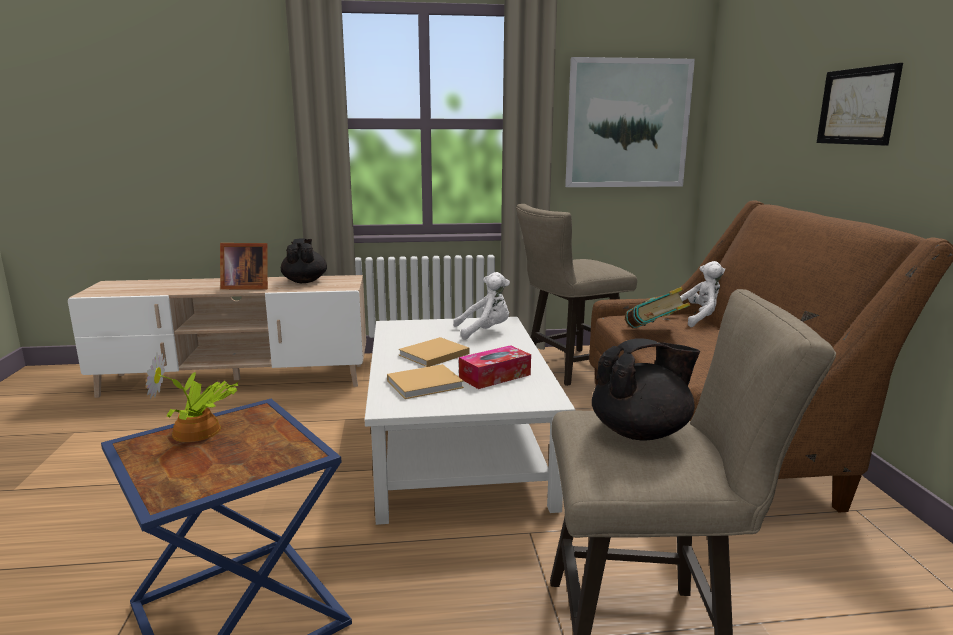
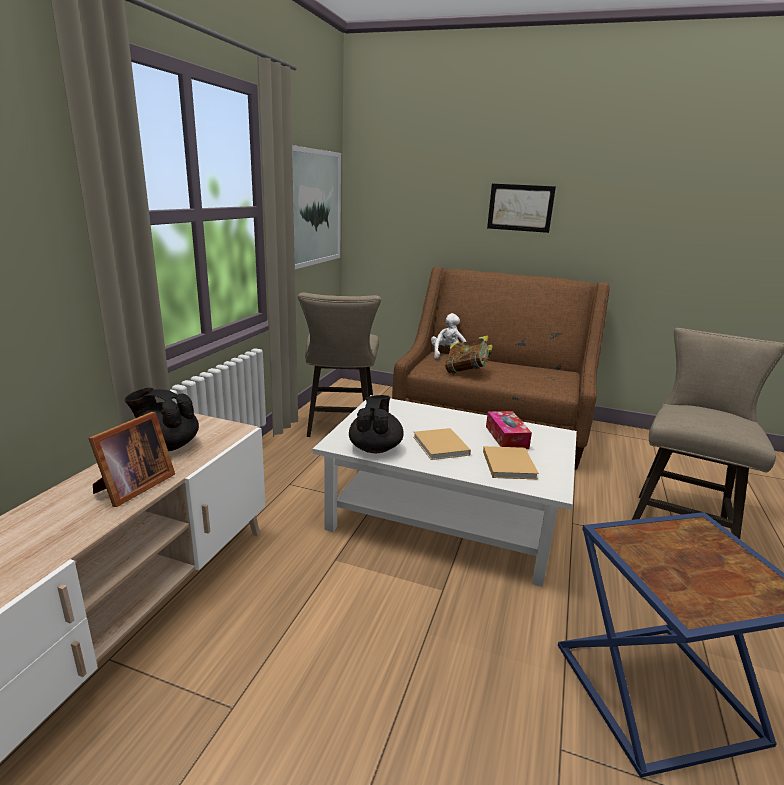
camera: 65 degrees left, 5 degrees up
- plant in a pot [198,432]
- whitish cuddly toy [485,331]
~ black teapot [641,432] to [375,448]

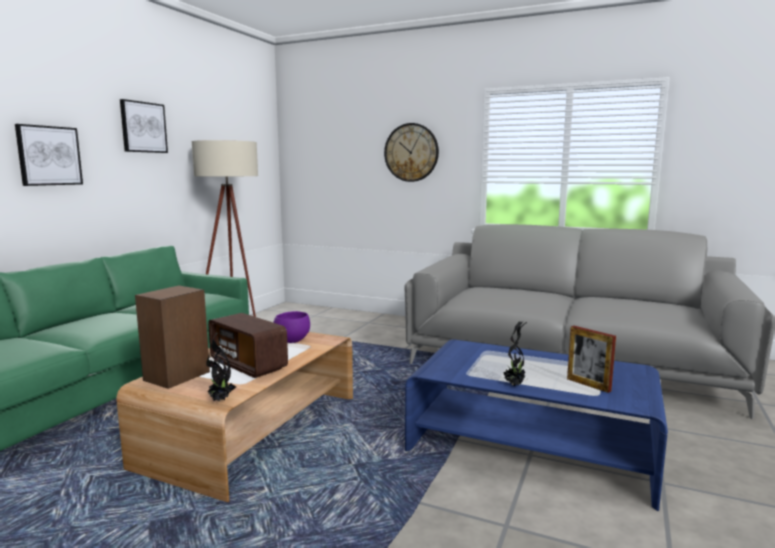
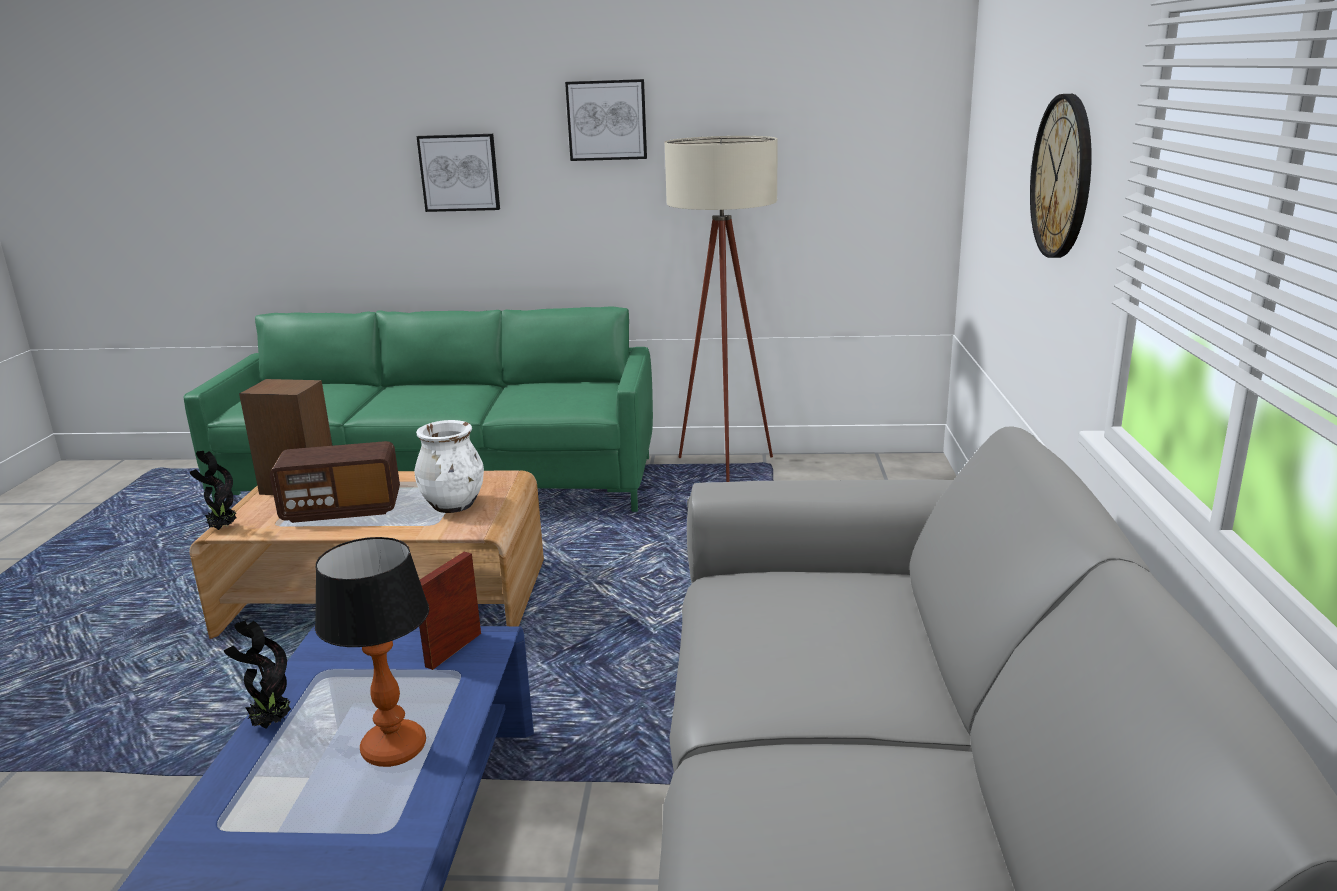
camera: 70 degrees right, 10 degrees up
+ tabletop lamp [393,750]
~ picture frame [588,385] to [453,650]
~ purple-coloured serving bowl [291,340] to whitish vase [453,506]
~ radio receiver [248,365] = [342,509] 120 degrees counterclockwise

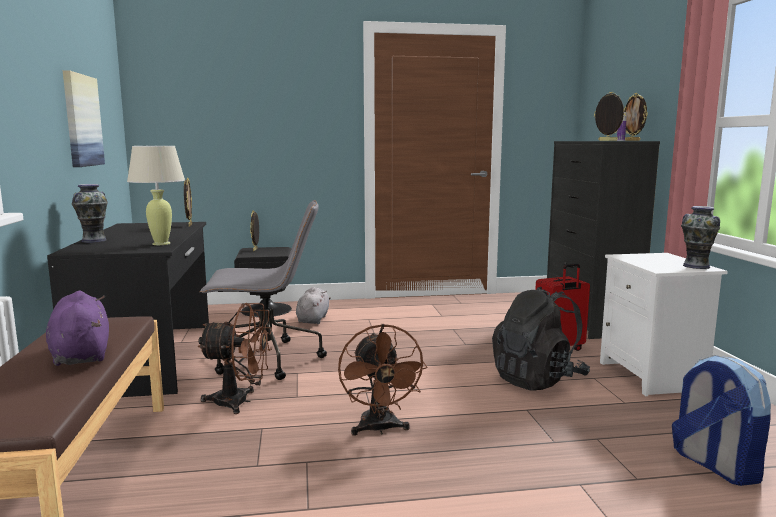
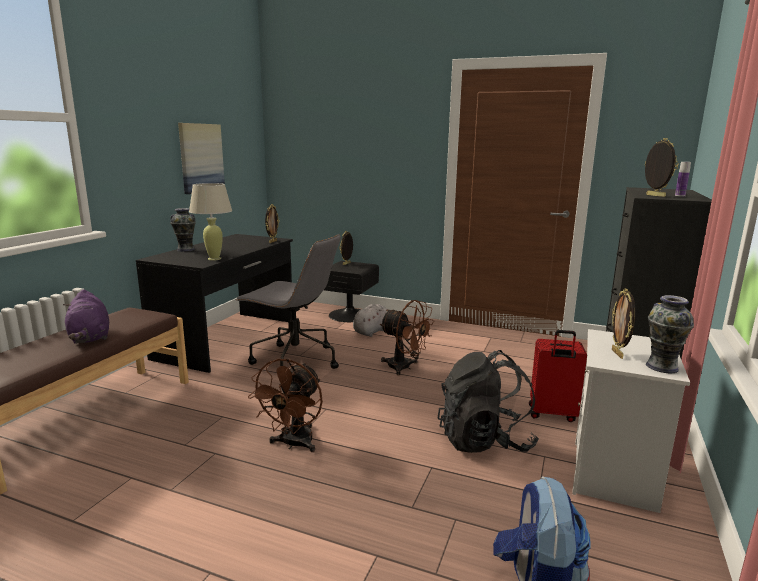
camera: 30 degrees right, 5 degrees up
~ brown-coloured cooling fan [240,402] to [404,367]
~ picture frame [633,140] to [618,354]
~ purple-coloured cuddly toy [81,354] = [90,338] 150 degrees clockwise

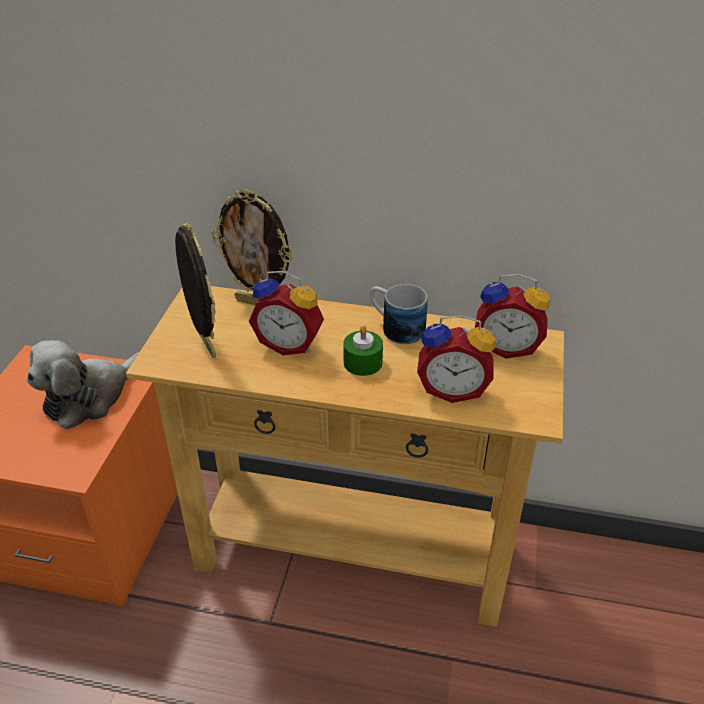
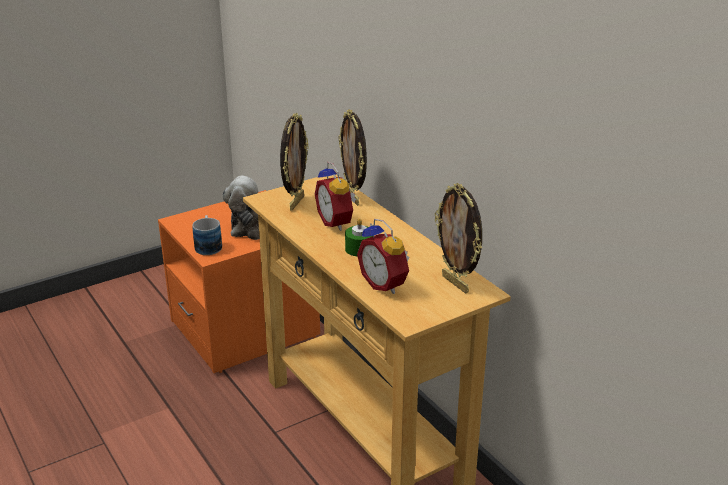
camera: 45 degrees right, 10 degrees down
~ coffee mug [395,328] to [208,245]
~ bedside clock [507,346] to picture frame [456,283]

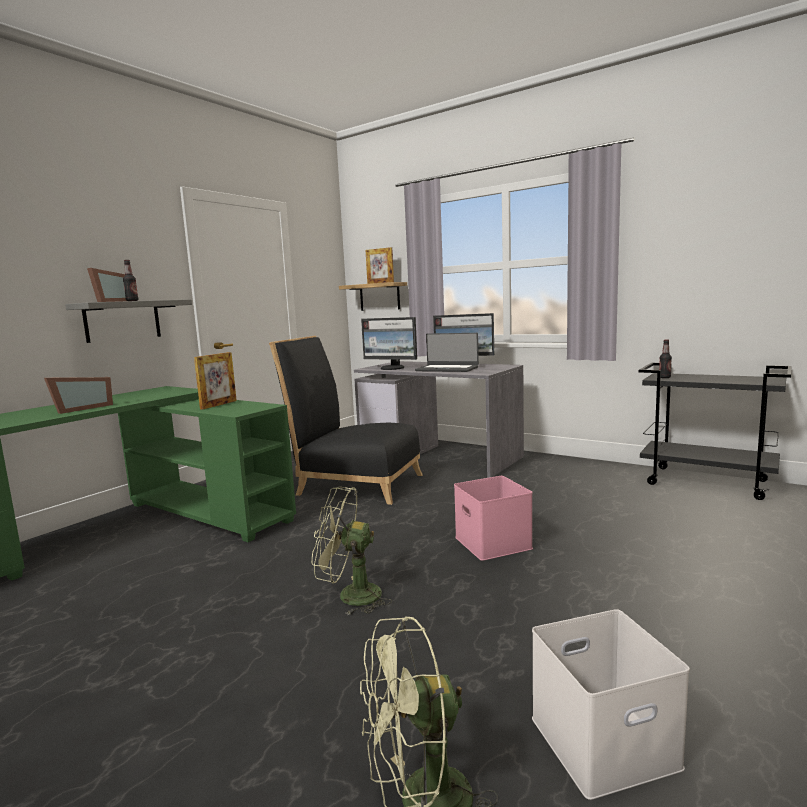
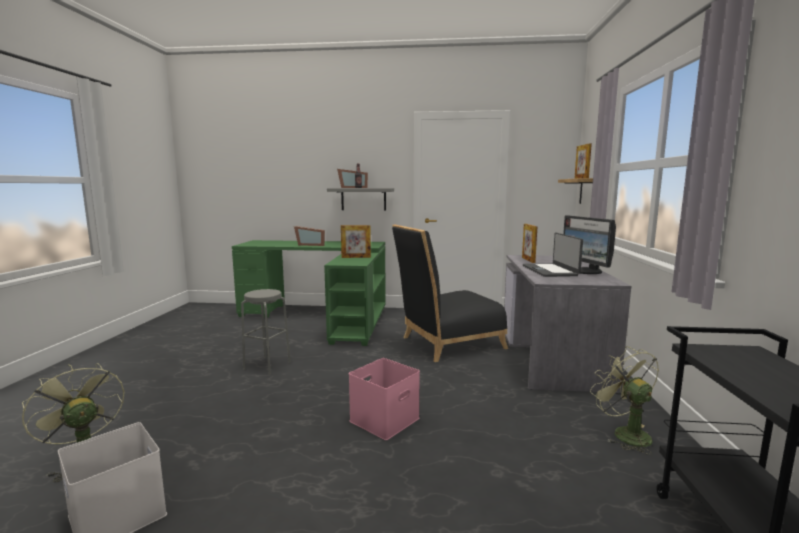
camera: 60 degrees right, 0 degrees up
- drink bottle [664,377]
+ greyish sitting stool [267,365]
~ green cooling fan [350,596] to [624,433]
~ monitor [392,368] to picture frame [528,260]
~ black chair [353,484] = [447,344] 105 degrees counterclockwise

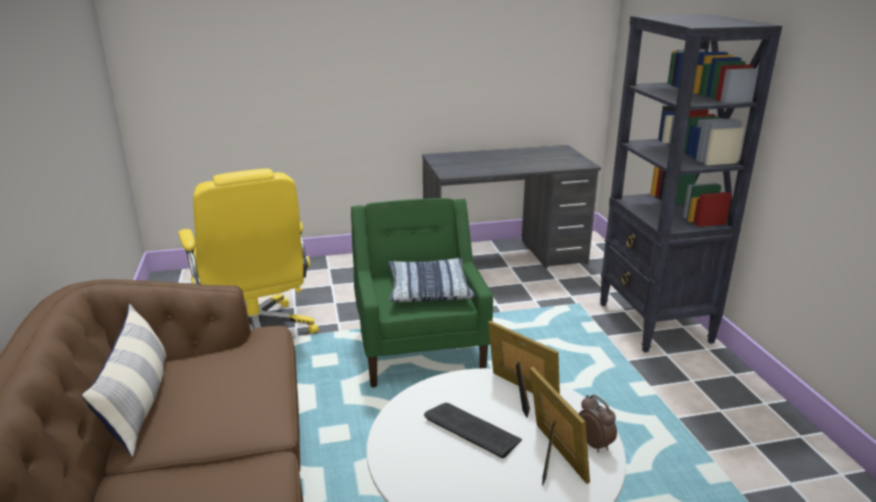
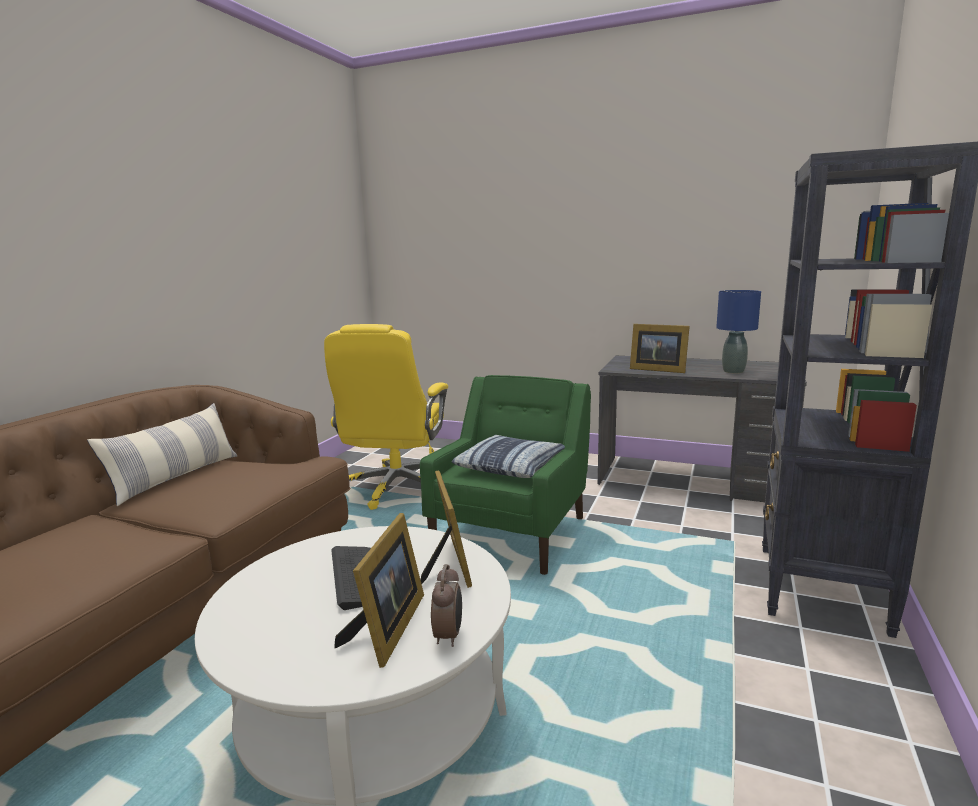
camera: 35 degrees right, 10 degrees down
+ picture frame [656,369]
+ bluish tabletop lamp [733,371]

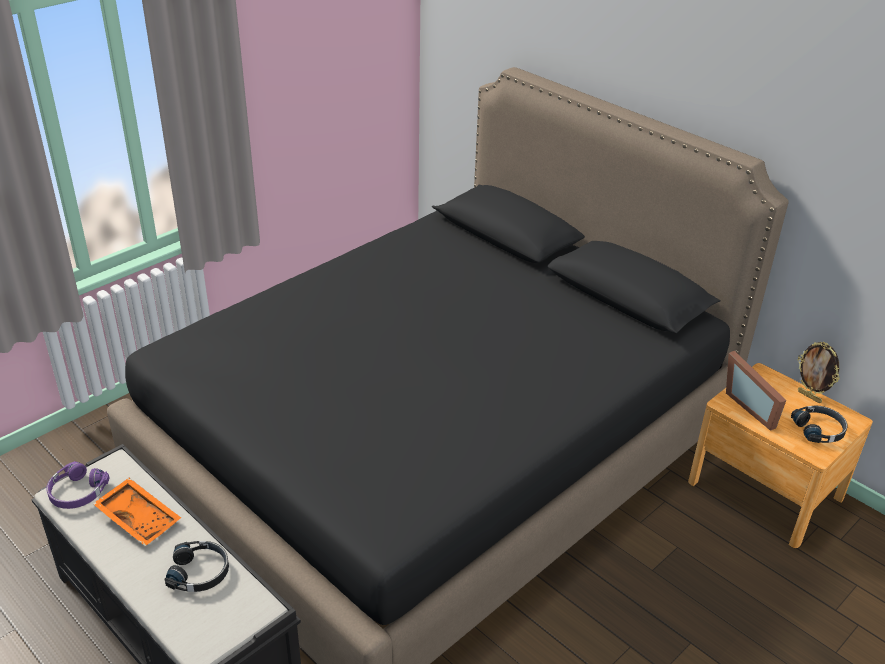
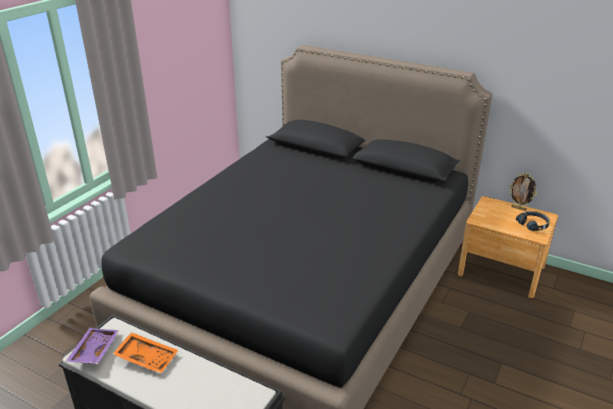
camera: 15 degrees left, 5 degrees down
- black pair of headphones [200,572]
- picture frame [753,406]
~ purple-coloured pair of headphones [76,492] to purple-coloured tray [93,351]

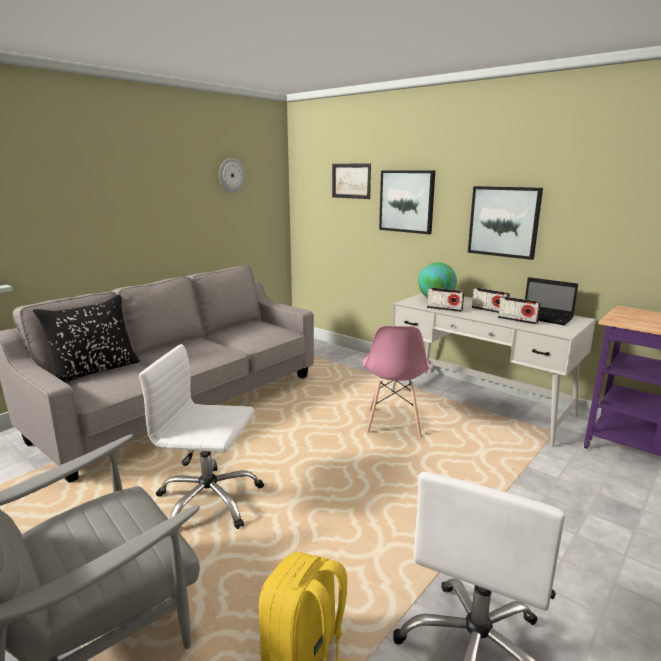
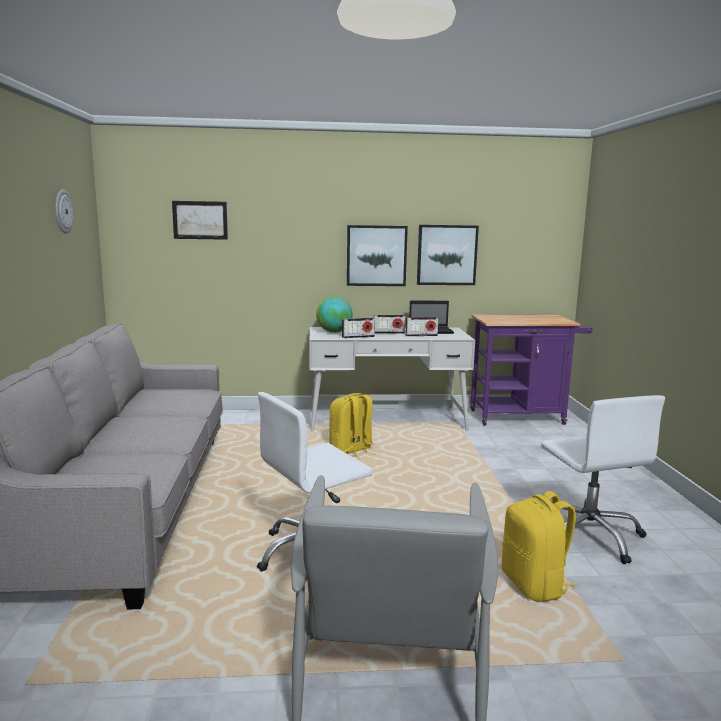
camera: 45 degrees left, 5 degrees down
- black cushion [95,370]
~ picture [407,201] to [446,255]
~ pink chair [393,423] to yellowish backpack [351,451]

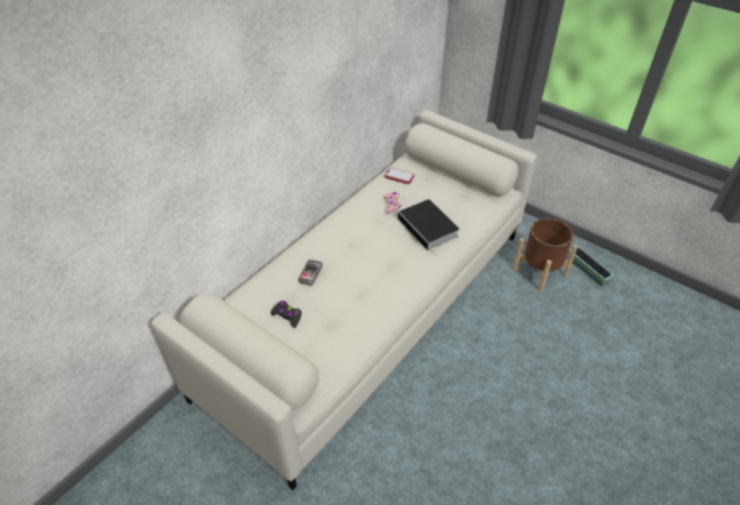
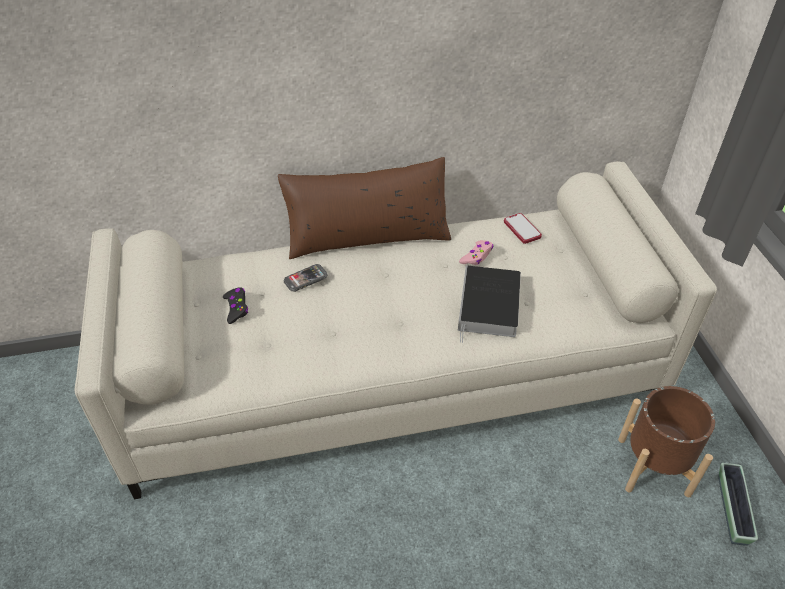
camera: 40 degrees right, 0 degrees up
+ brown-coloured cushion [367,236]

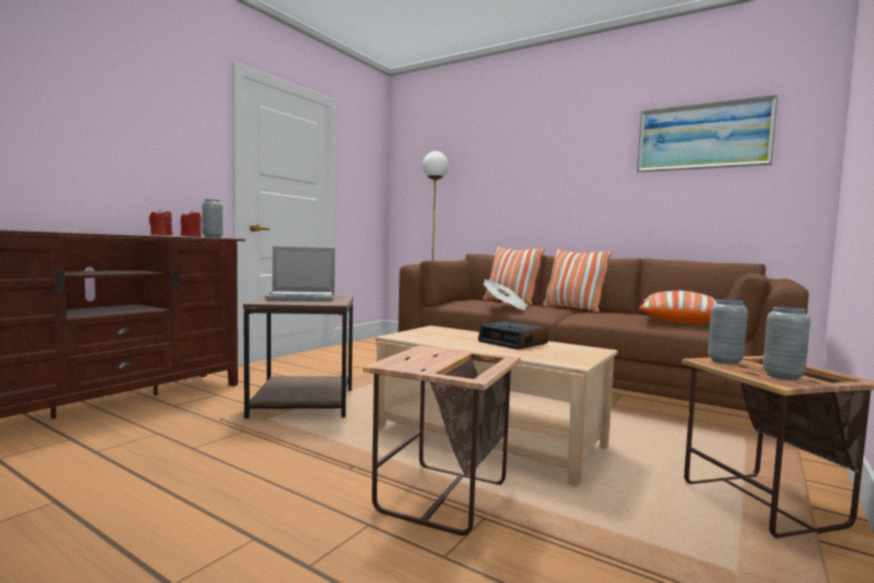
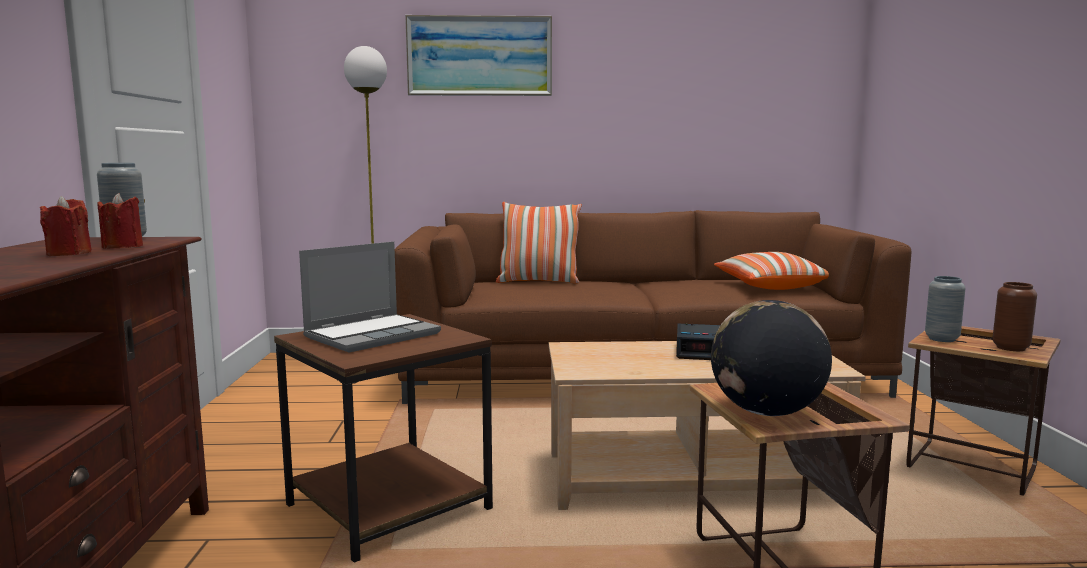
camera: 35 degrees left, 5 degrees up
- newspaper [505,307]
- cushion [573,309]
+ globe [766,412]
~ picture [702,136] to [479,56]
~ greyish vase [782,376] to brown-coloured vase [1010,348]

